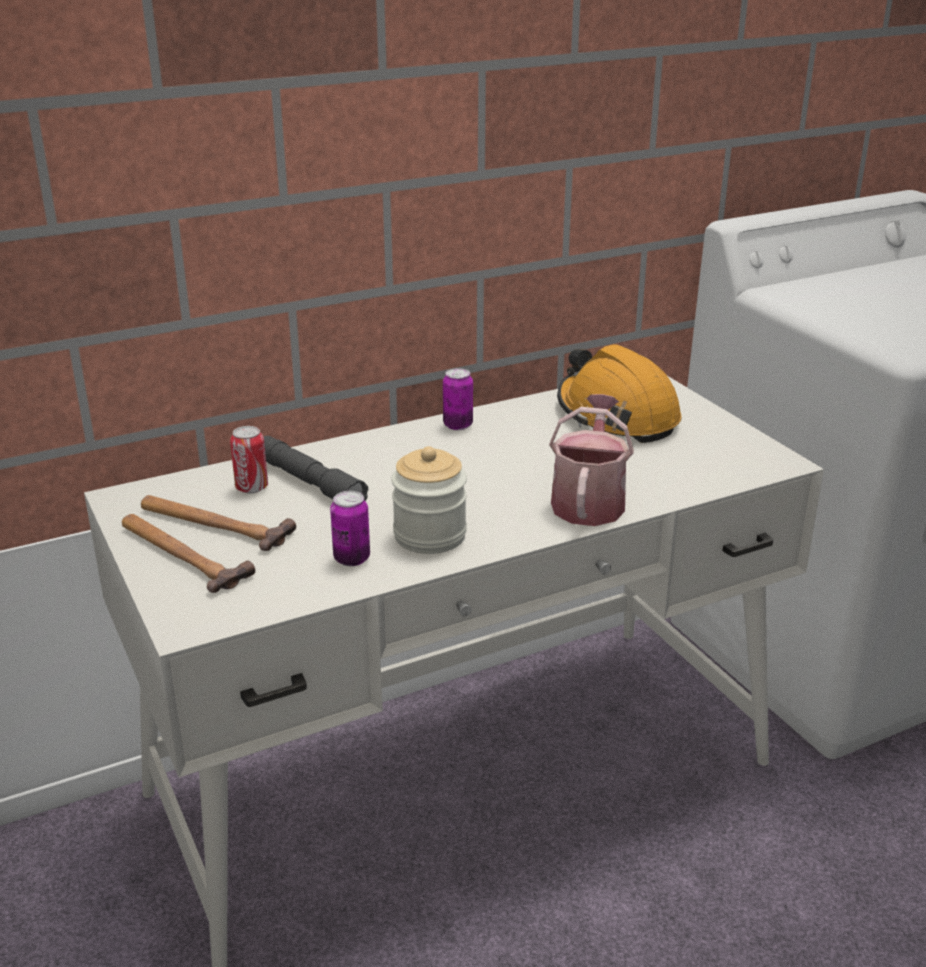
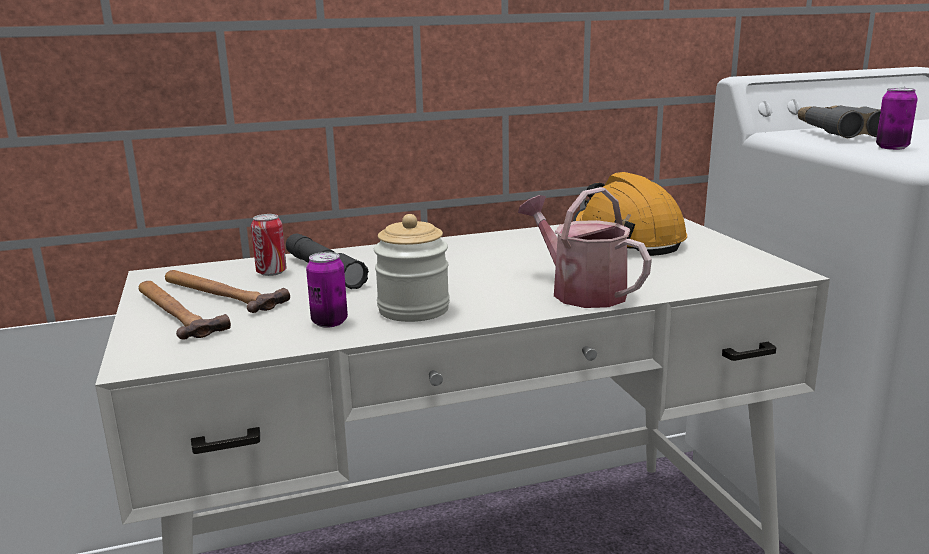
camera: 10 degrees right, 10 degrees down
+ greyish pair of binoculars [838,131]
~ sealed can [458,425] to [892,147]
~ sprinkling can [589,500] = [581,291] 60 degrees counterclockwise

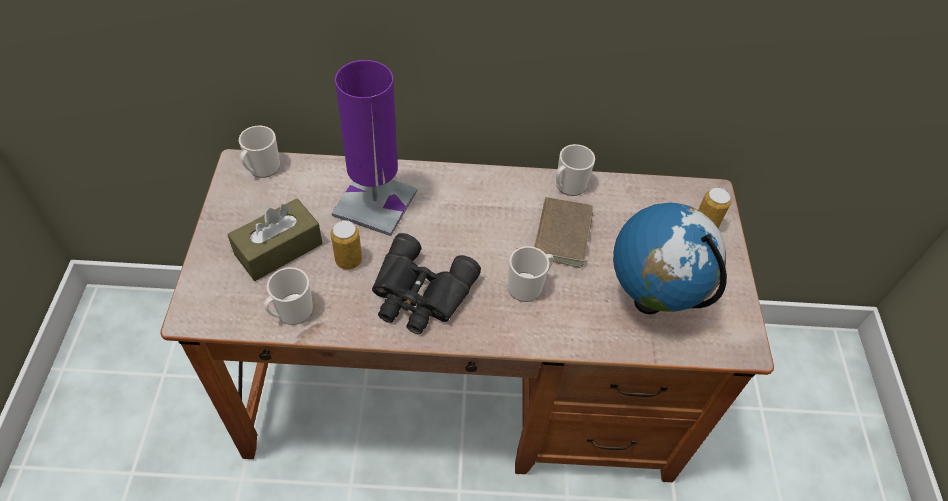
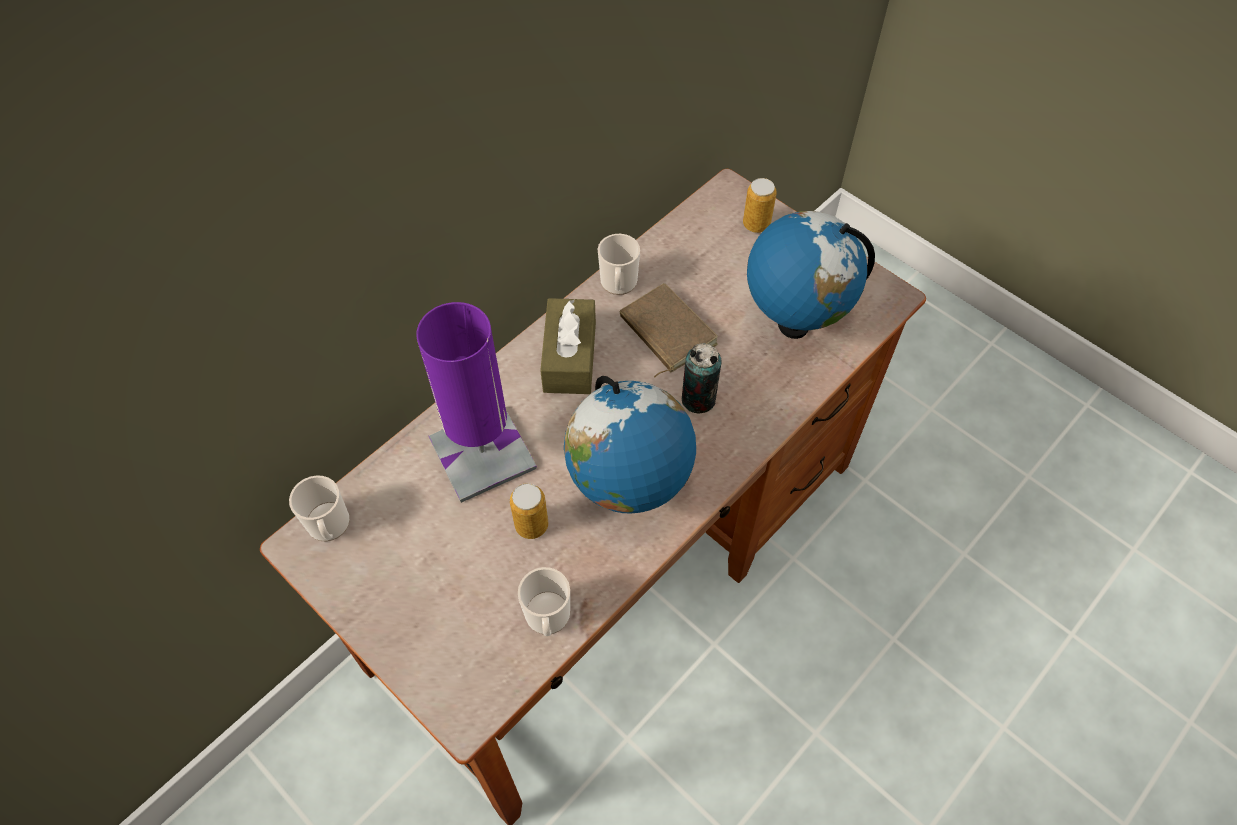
camera: 45 degrees left, 5 degrees up
~ brown-coloured tissue holder [279,249] to [569,357]
~ black pair of binoculars [419,294] to globe [628,492]
~ coffee mug [528,286] to sealed can [698,399]

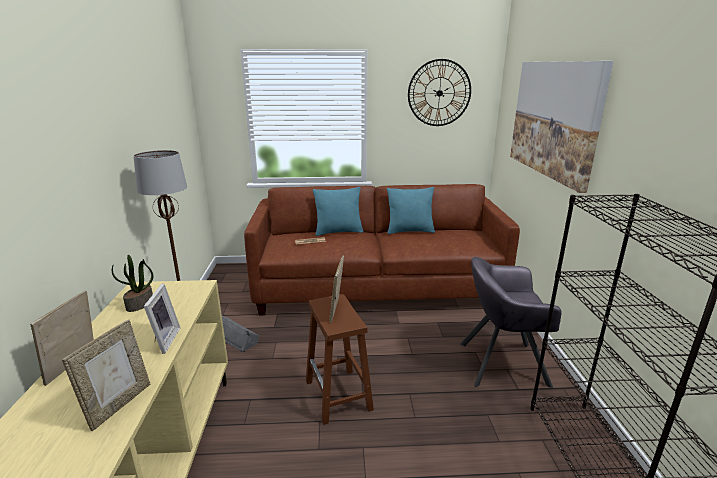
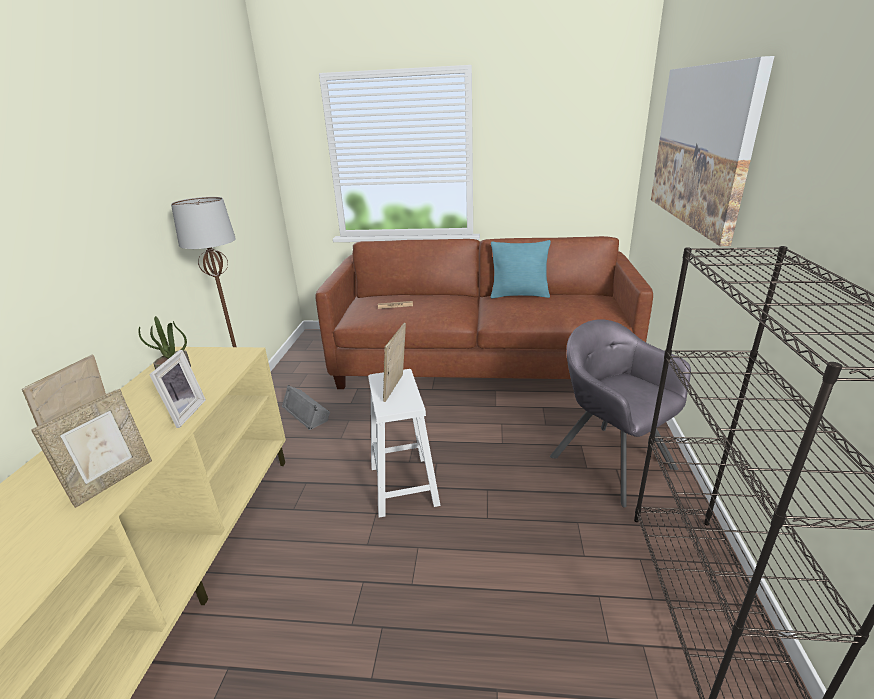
camera: 10 degrees right, 5 degrees up
- turquoise-coloured cushion [338,232]
- wall clock [439,93]
~ brown-coloured sitting stool [339,396] to whitish sitting stool [404,486]
~ greyish lounge chair [502,363] = [611,461] 45 degrees clockwise

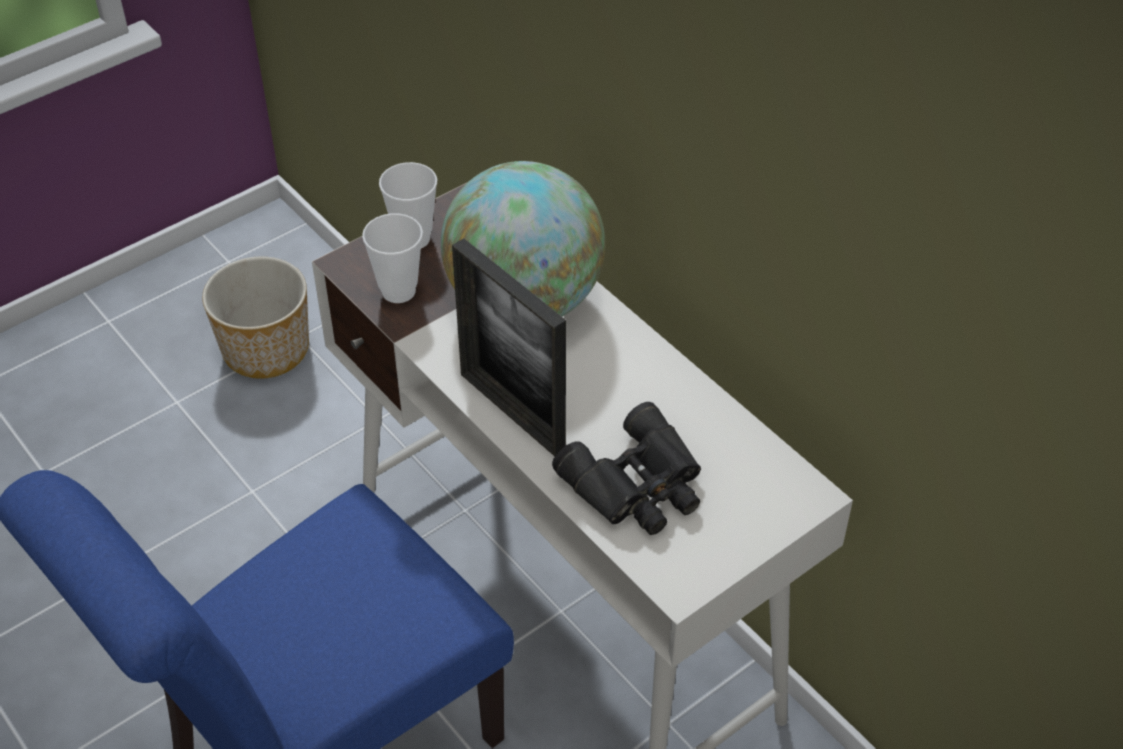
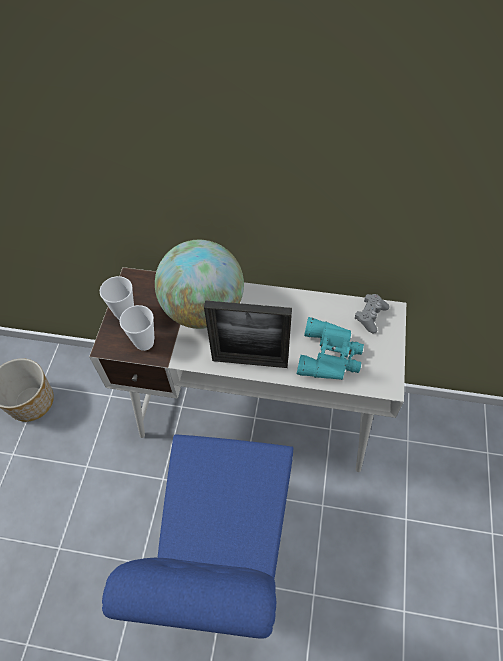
camera: 40 degrees left, 10 degrees up
+ greyish joypad [370,316]
~ black pair of binoculars [638,486] to turquoise-coloured pair of binoculars [331,355]

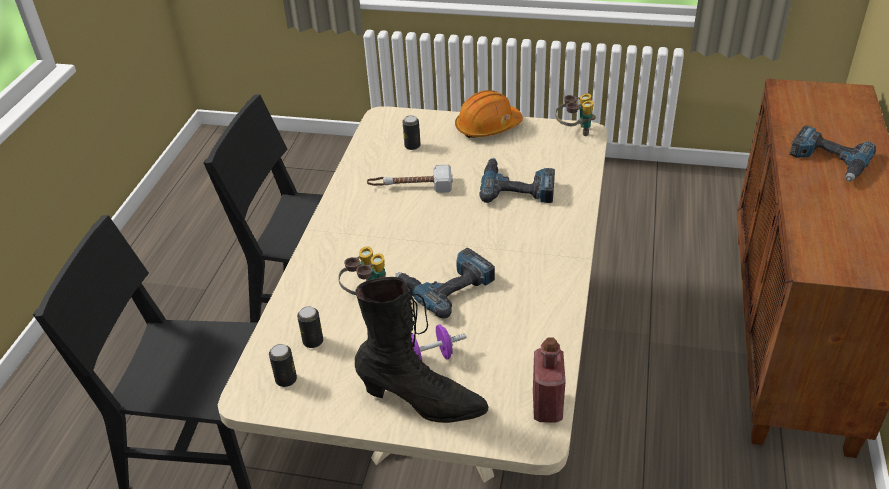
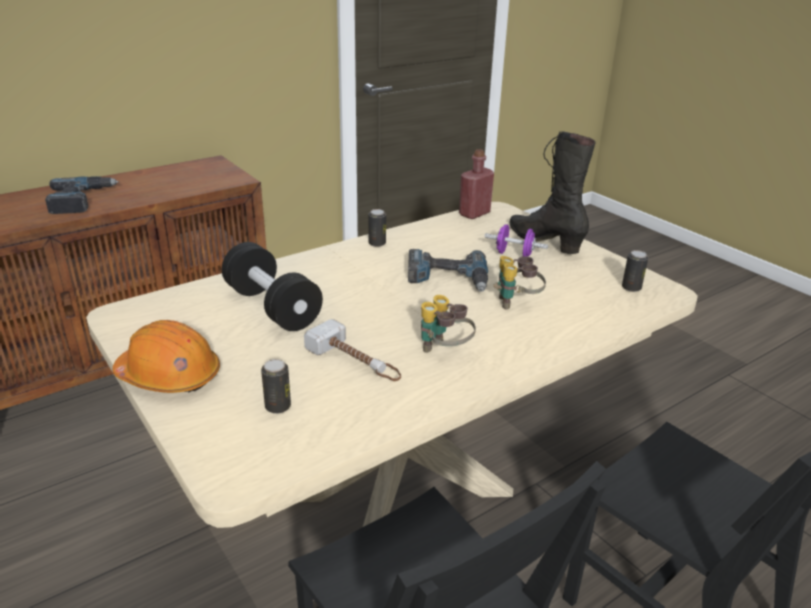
camera: 140 degrees left, 10 degrees down
~ sealed can [313,341] to [377,243]
~ pair of binoculars [574,131] to [444,352]
~ power drill [517,187] to black hand weight [272,307]

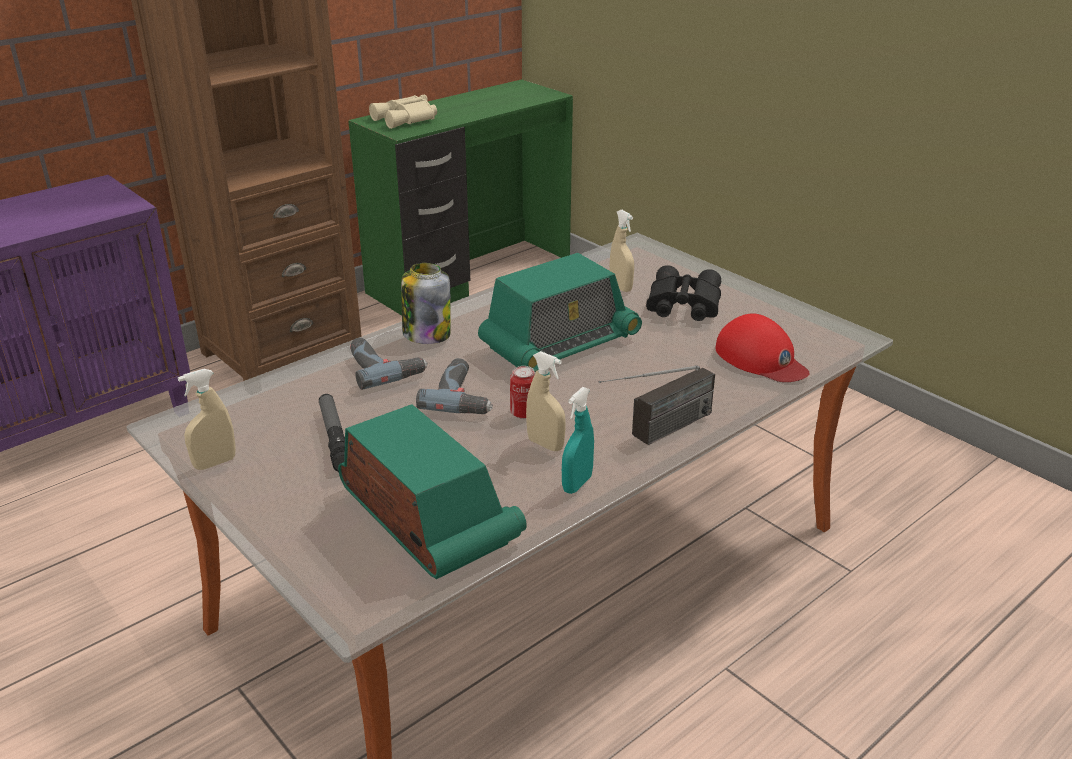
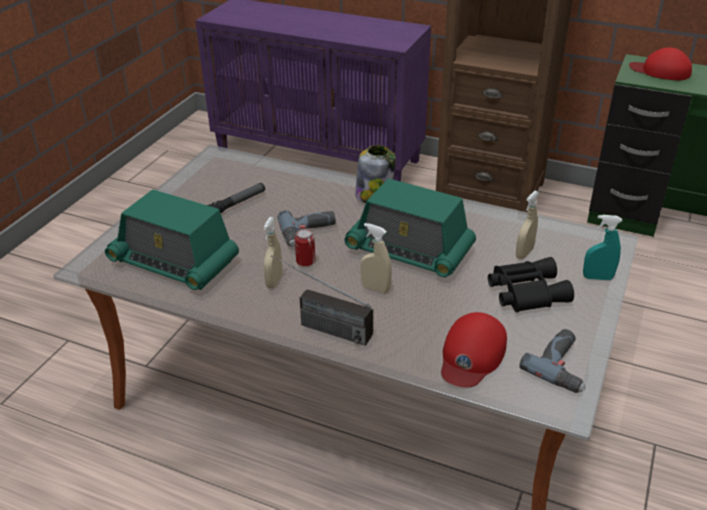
camera: 65 degrees right, 5 degrees up
~ beige-coloured spray bottle [215,463] to [375,288]
~ power drill [384,367] to [563,366]
~ turquoise-coloured spray bottle [577,484] to [597,277]
~ beige-coloured pair of binoculars [406,119] to red baseball cap [660,71]
~ radio receiver [428,517] = [174,262] 90 degrees clockwise

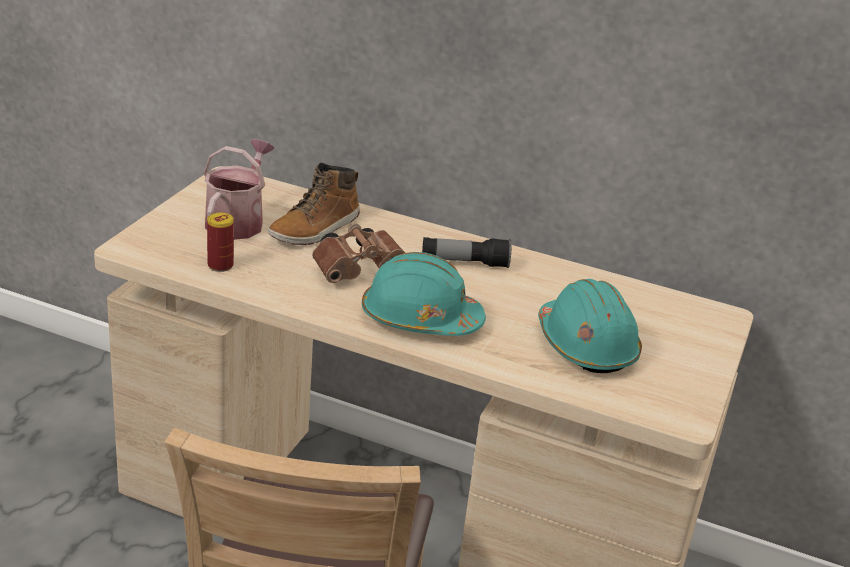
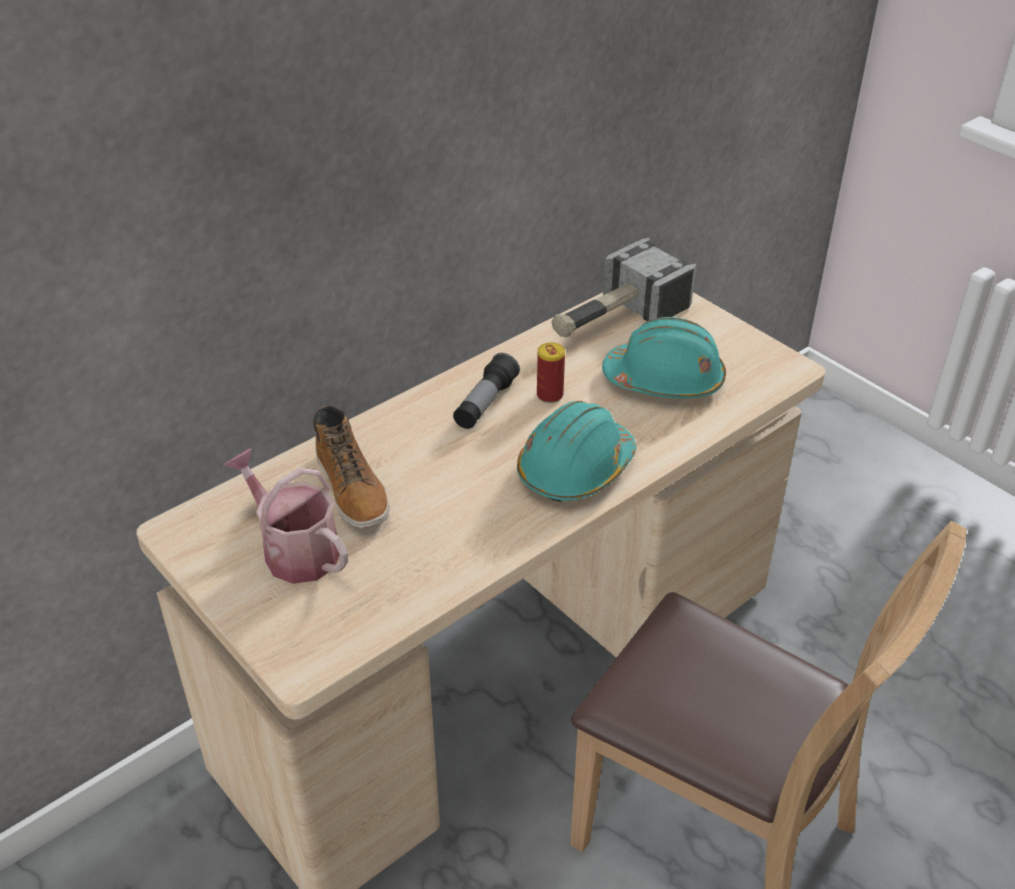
camera: 60 degrees left, 10 degrees up
- brown-coloured pair of binoculars [361,271]
+ hammer [614,319]
~ sealed can [220,265] to [550,395]

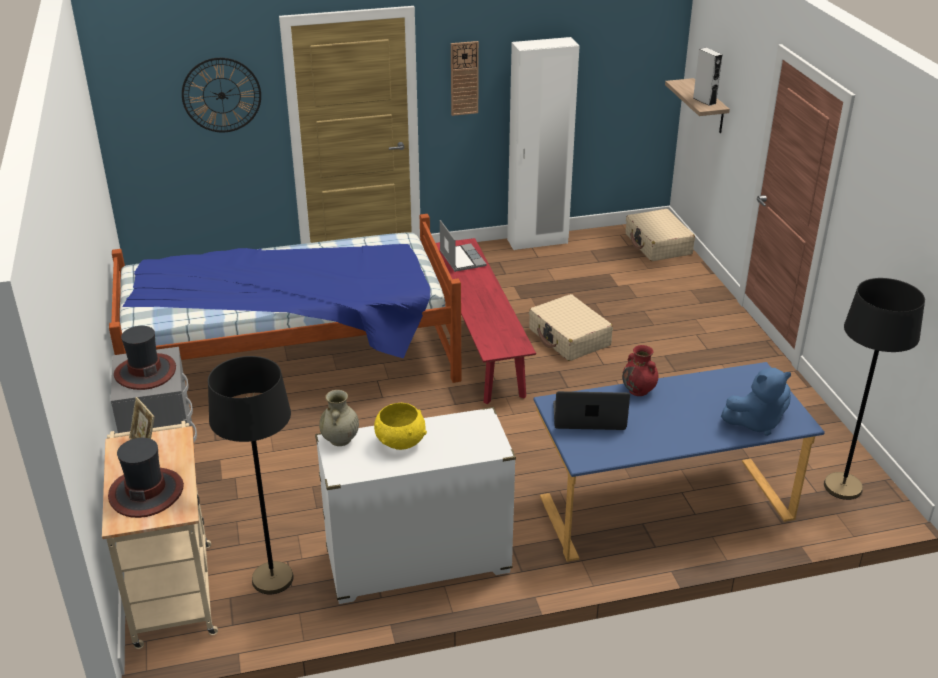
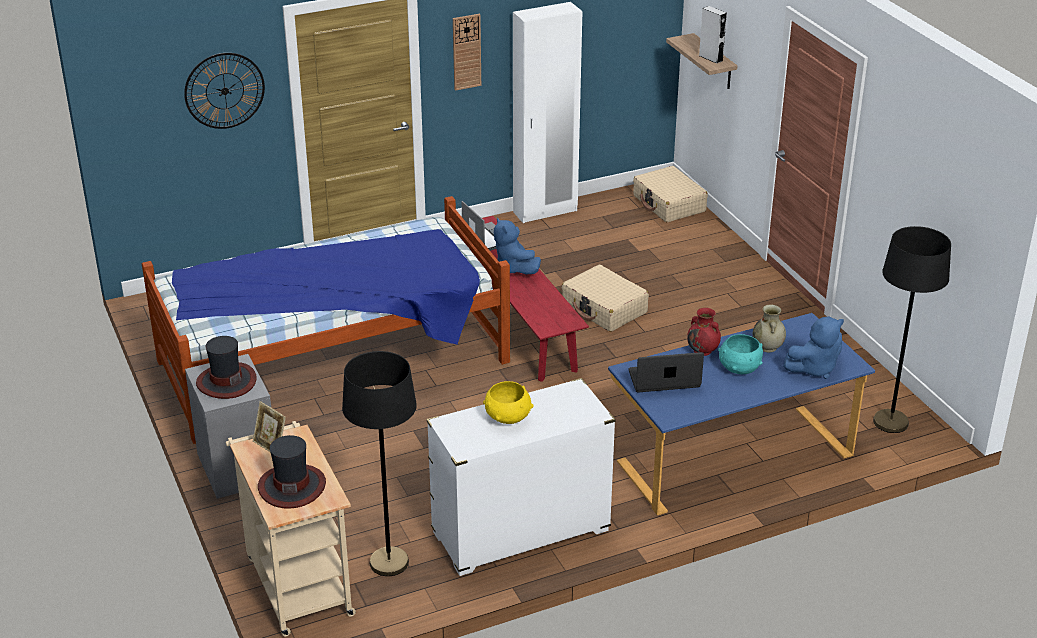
camera: 10 degrees left, 0 degrees up
+ bluish cuddly toy [514,269]
+ turquoise-coloured serving bowl [739,368]
~ beige-coloured vase [340,440] to [767,347]

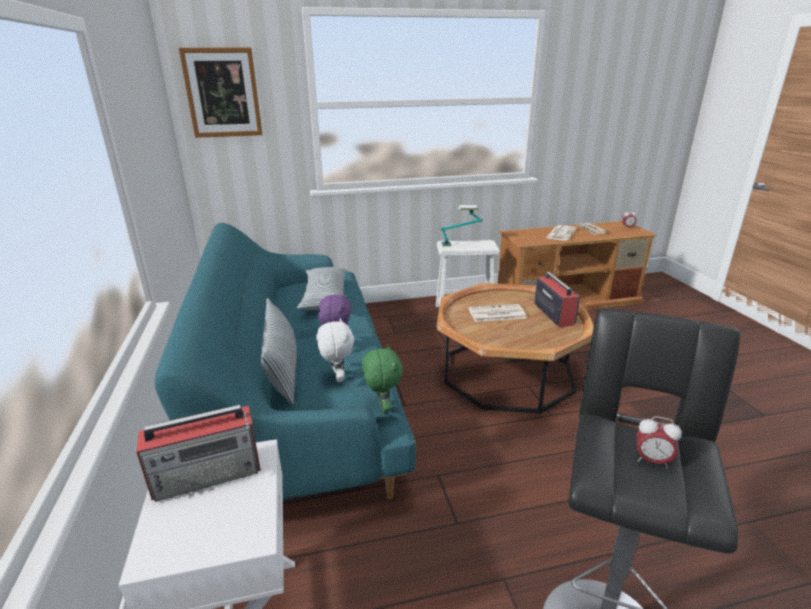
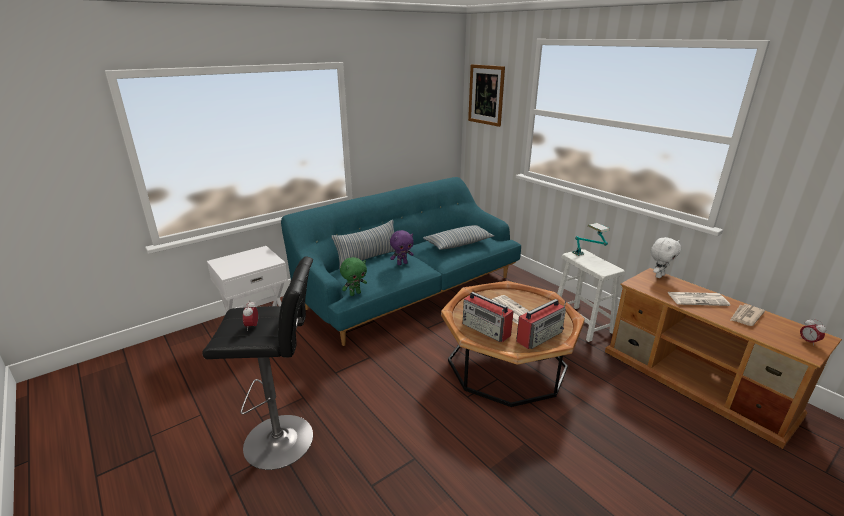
camera: 65 degrees right, 0 degrees up
~ radio receiver [209,474] to [486,329]
~ whitish cuddly toy [337,377] to [659,275]

